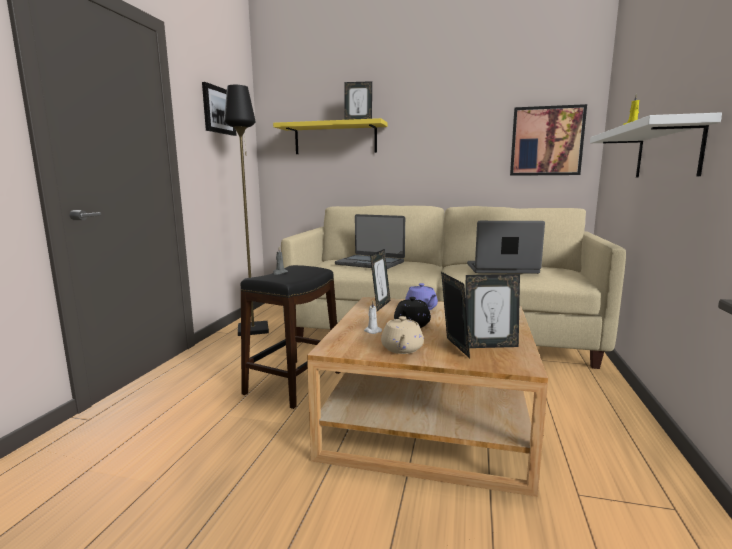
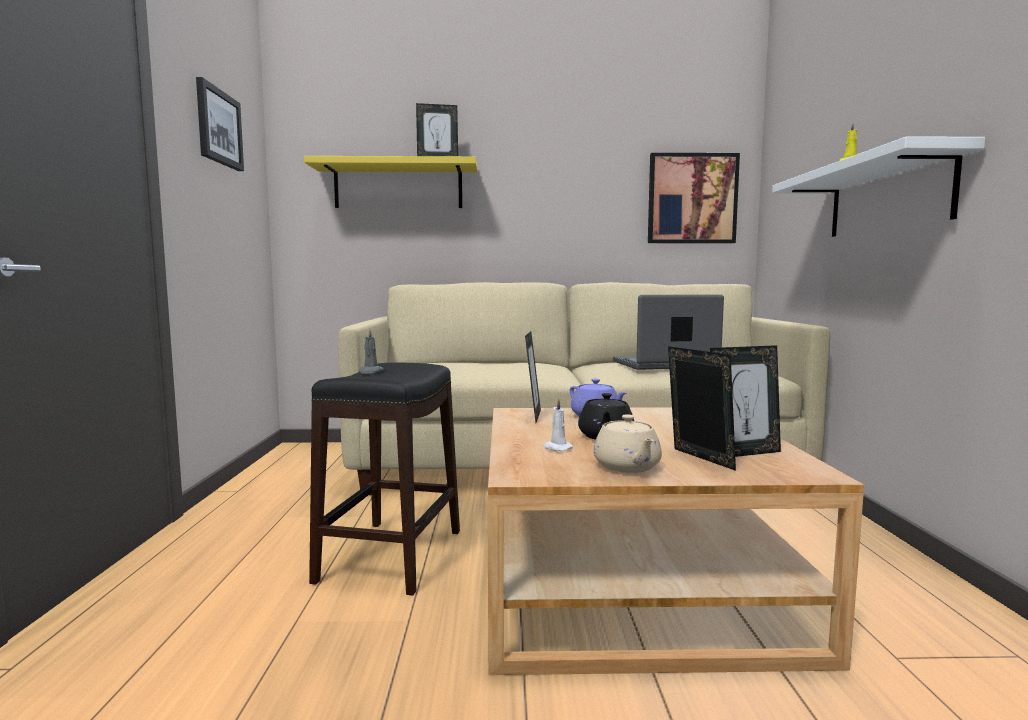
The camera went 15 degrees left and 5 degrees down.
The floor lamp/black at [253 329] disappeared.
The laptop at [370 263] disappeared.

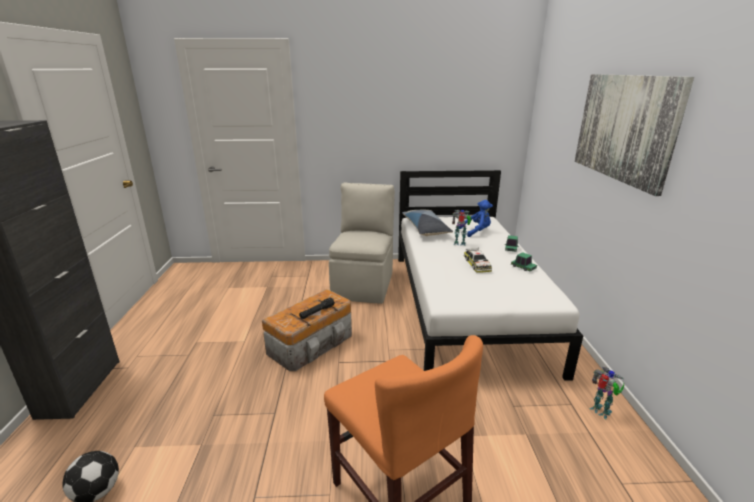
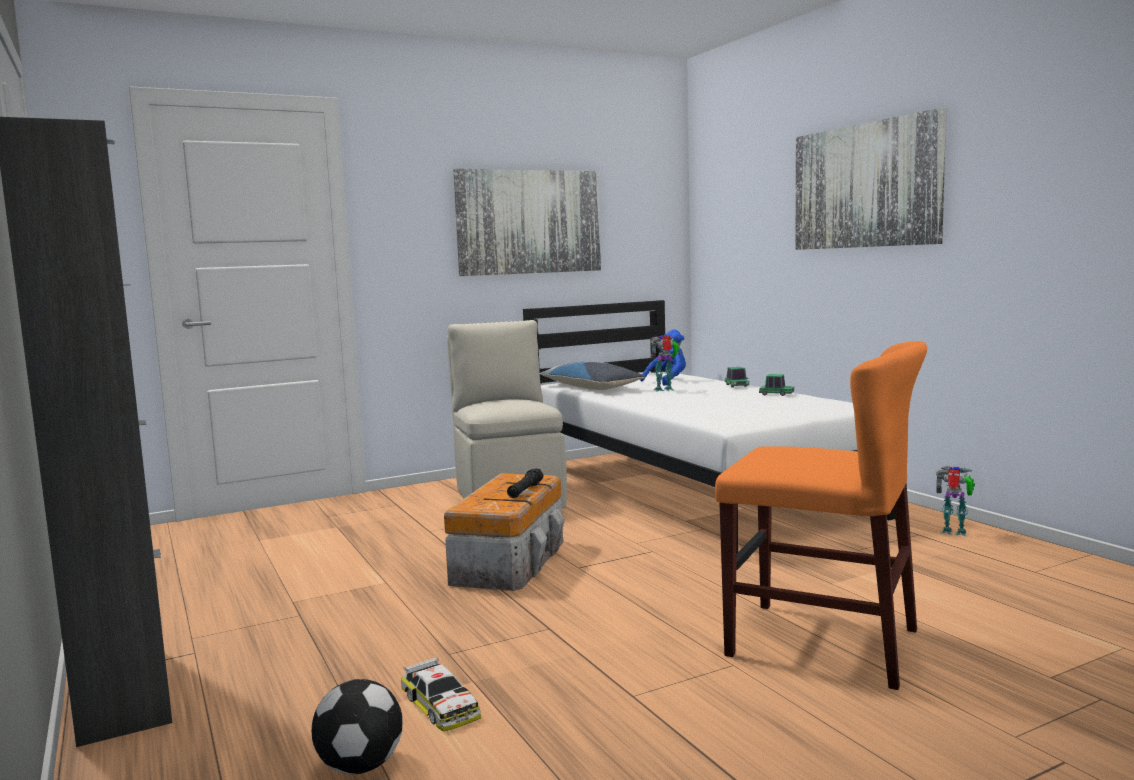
The camera went 25 degrees left and 15 degrees down.
The toy car moved from [477 264] to [441 706].
The picture at [529 222] appeared.

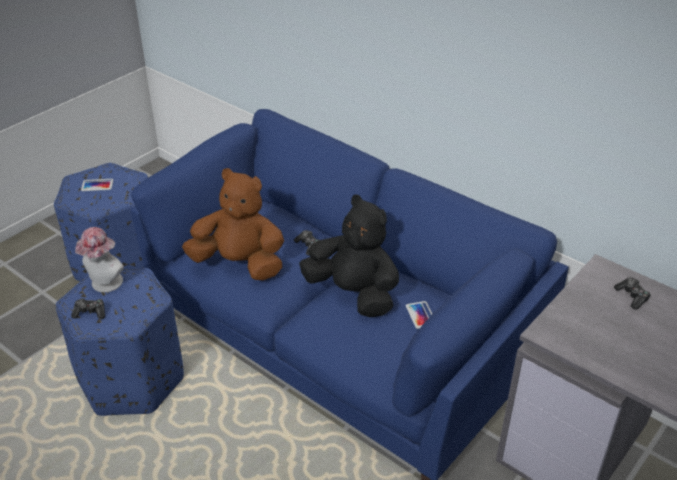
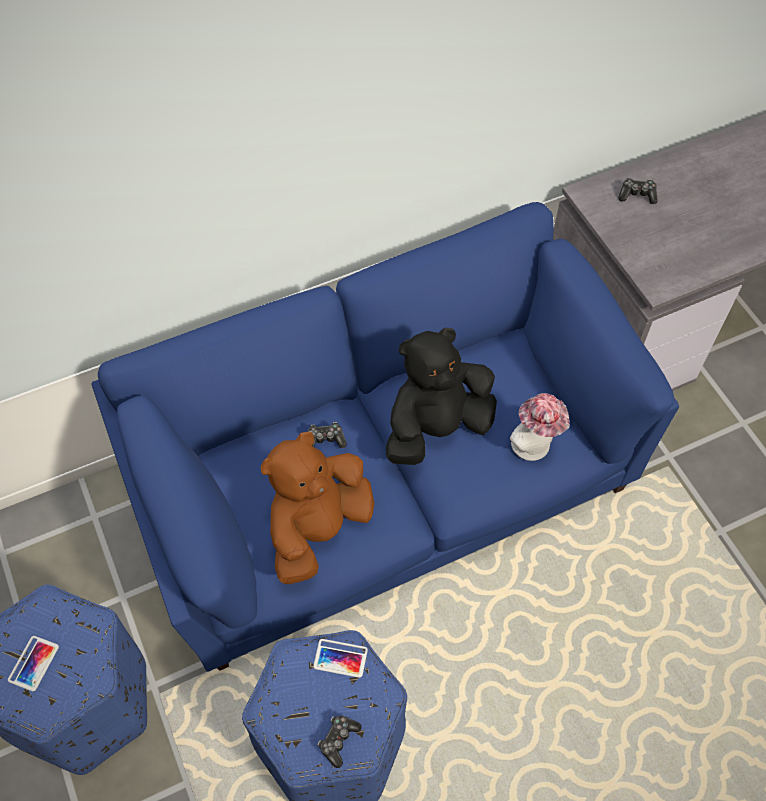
The camera went 65 degrees left and 20 degrees up.
The hat moved from [104 285] to [534 447].
The phone moved from [421 315] to [340 658].

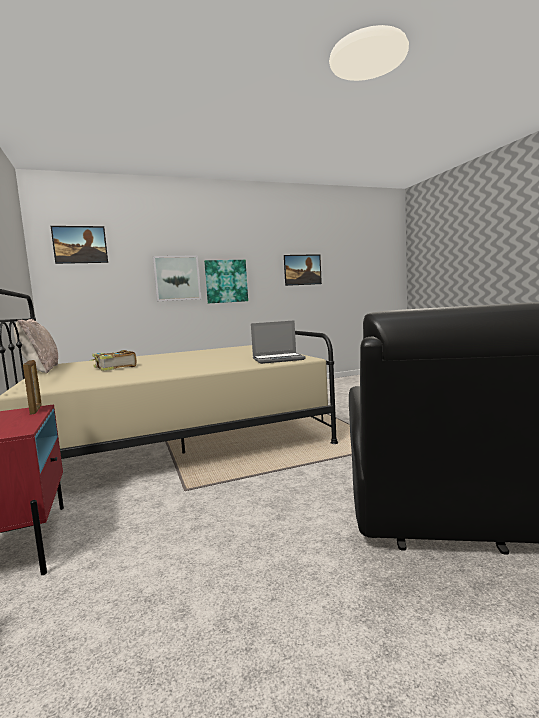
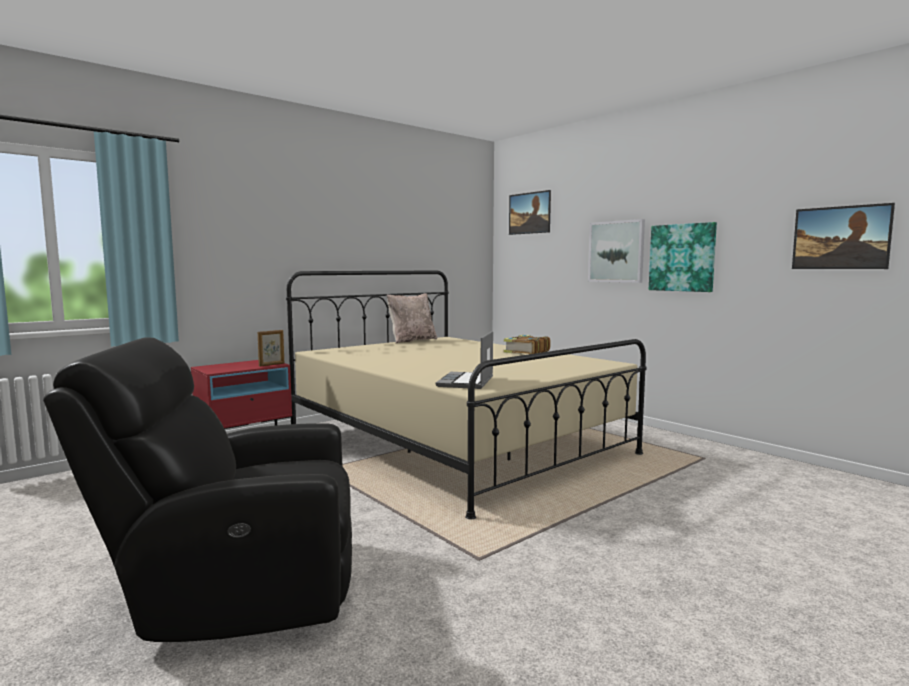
The camera went 70 degrees right and 0 degrees up.
The book moved from [114 367] to [526 352].
The laptop at [278 359] turned 45 degrees clockwise.

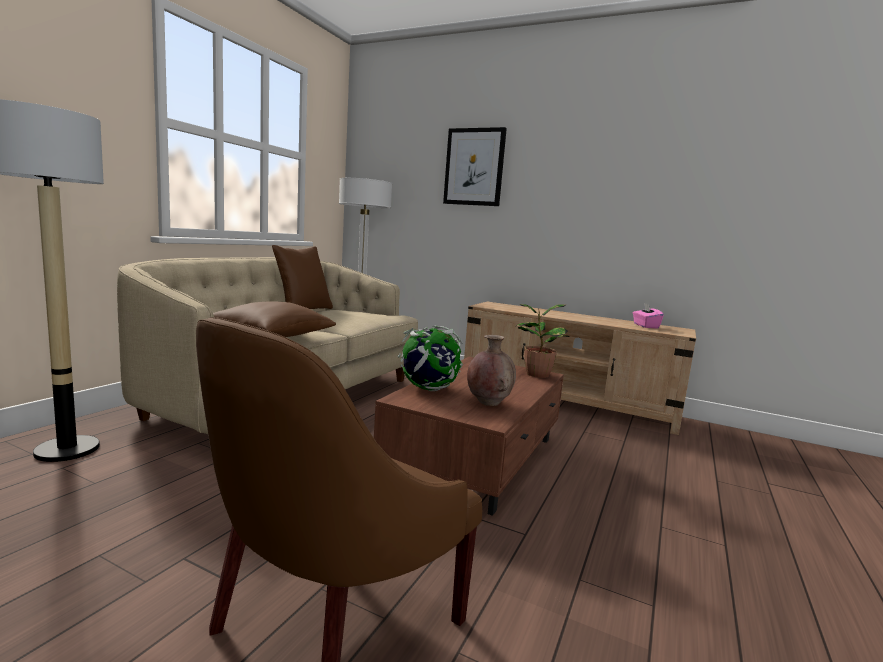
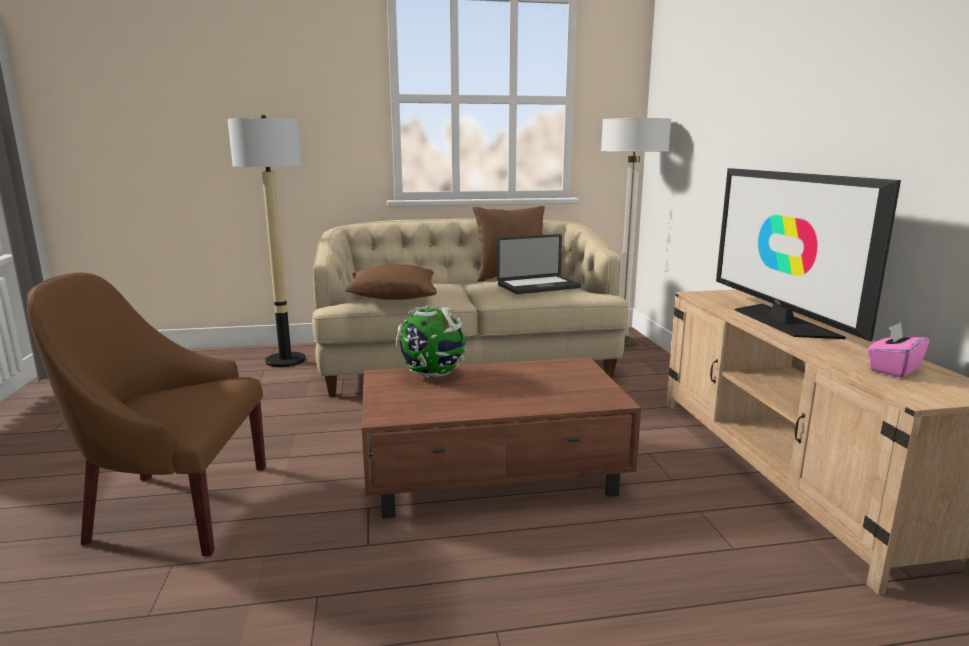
The camera went 55 degrees right and 5 degrees up.
The picture at [474 167] disappeared.
The vase/brown at [488 403] disappeared.
The potted plant at [535 374] disappeared.
The laptop at [538 286] appeared.
The television at [781 321] appeared.

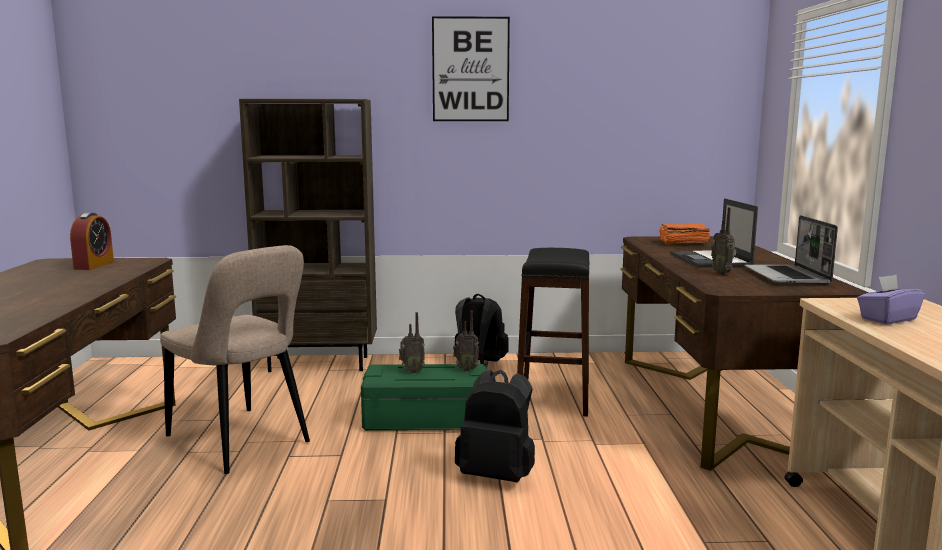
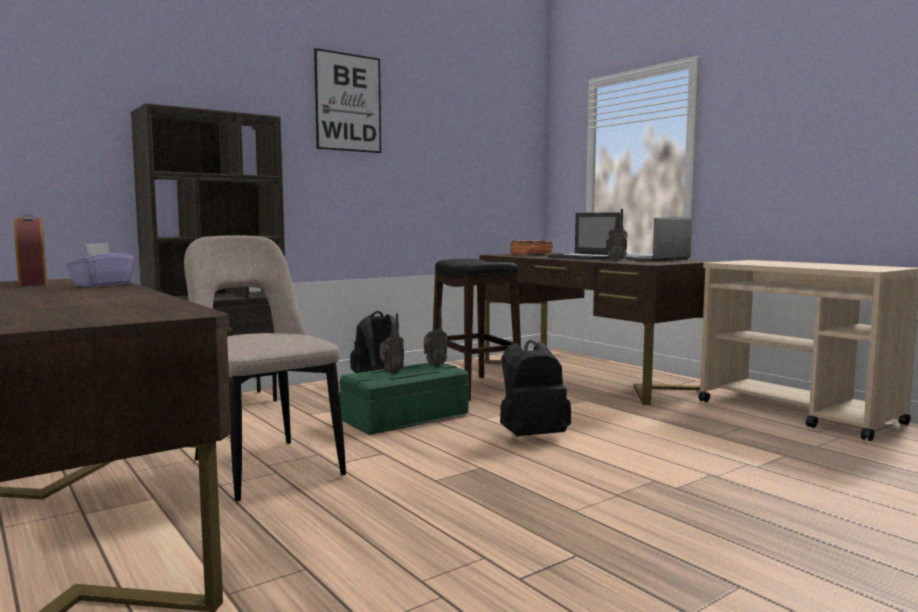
The camera went 35 degrees left and 5 degrees down.
The chair/beige at [242 442] turned 135 degrees counterclockwise.
The laptop at [787 276] turned 90 degrees clockwise.
The tissue box/purple moved from [887 319] to [102 285].

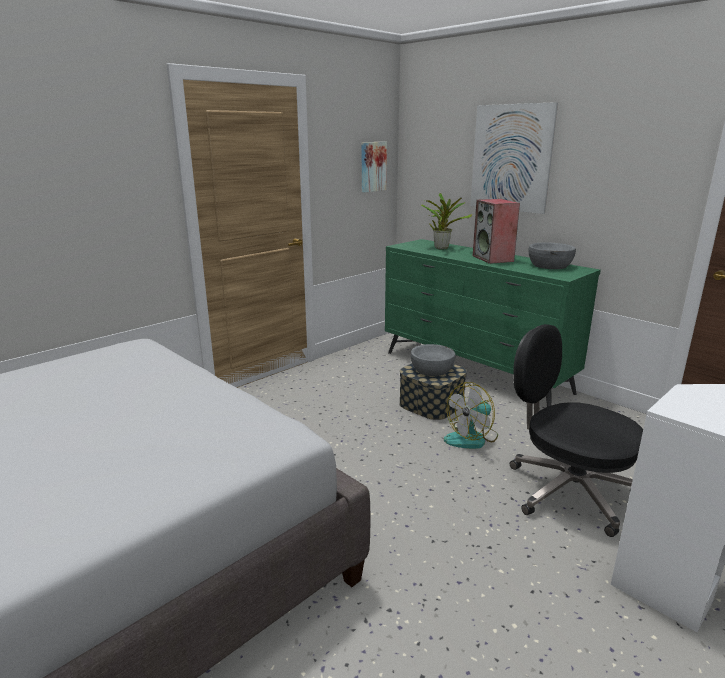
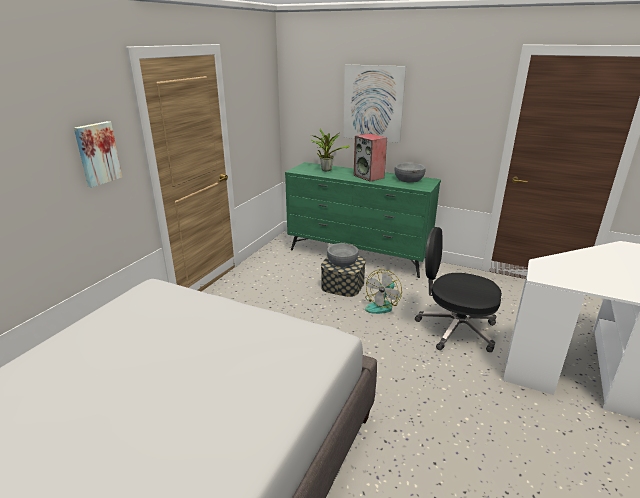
The camera went 20 degrees left and 5 degrees up.
The picture moved from [372 166] to [97 153].

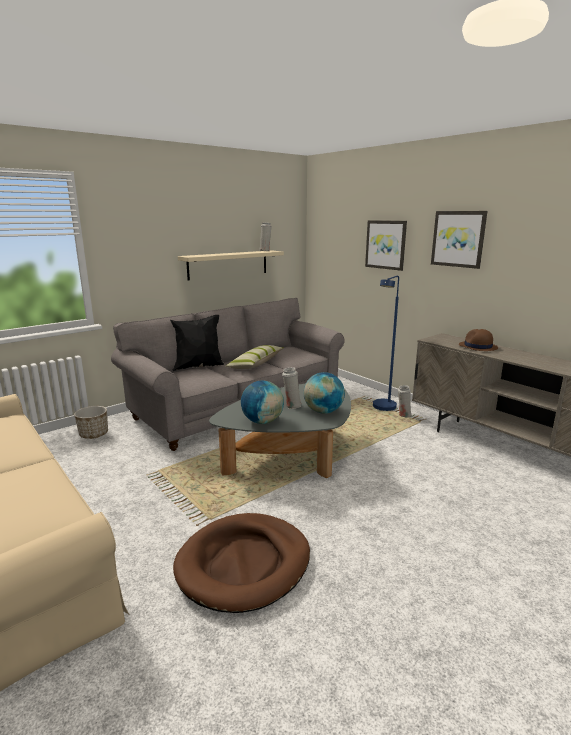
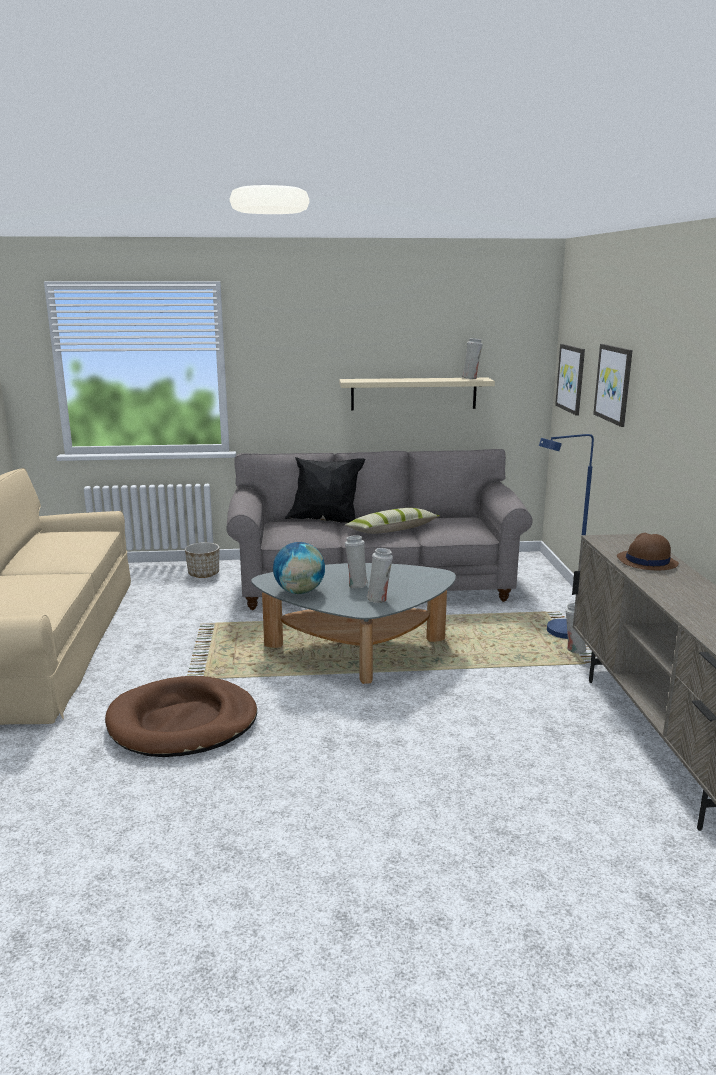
The camera went 35 degrees right and 0 degrees up.
The globe at [323 411] was replaced by the vase/white at [379 599].
The picture moved from [458 239] to [571 378].

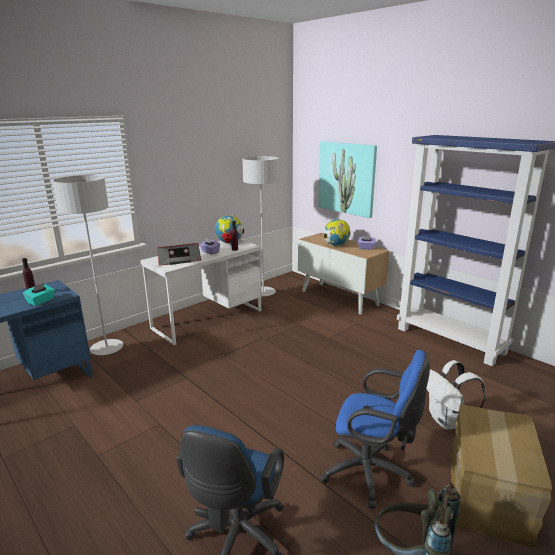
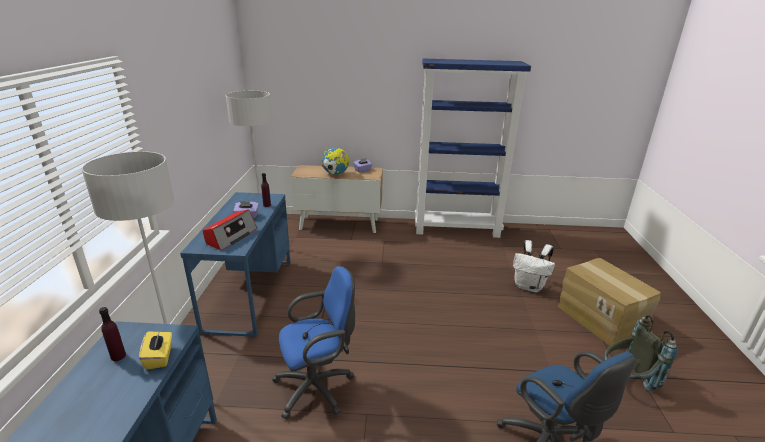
The camera went 45 degrees left and 5 degrees up.
The tissue box/turquoise at [41 301] became the tissue box/yellow at [159 357].
The desk/white at [208 319] became the desk/blue at [250 293].
The globe at [229 243] disappeared.
The picture at [347 178] disappeared.
The office chair/blue moved from [371 474] to [318 387].

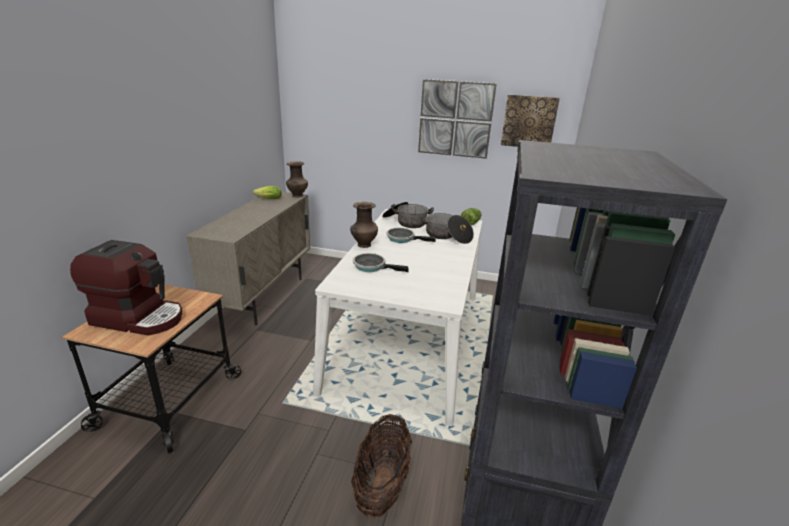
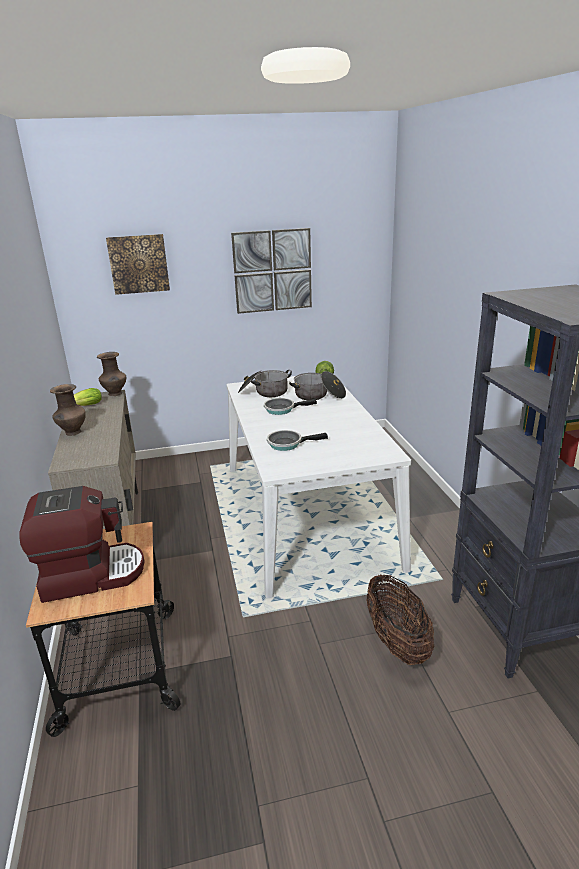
The camera went 25 degrees left and 0 degrees up.
The vase/brown moved from [363 245] to [72 433].
The picture moved from [528 121] to [138 264].

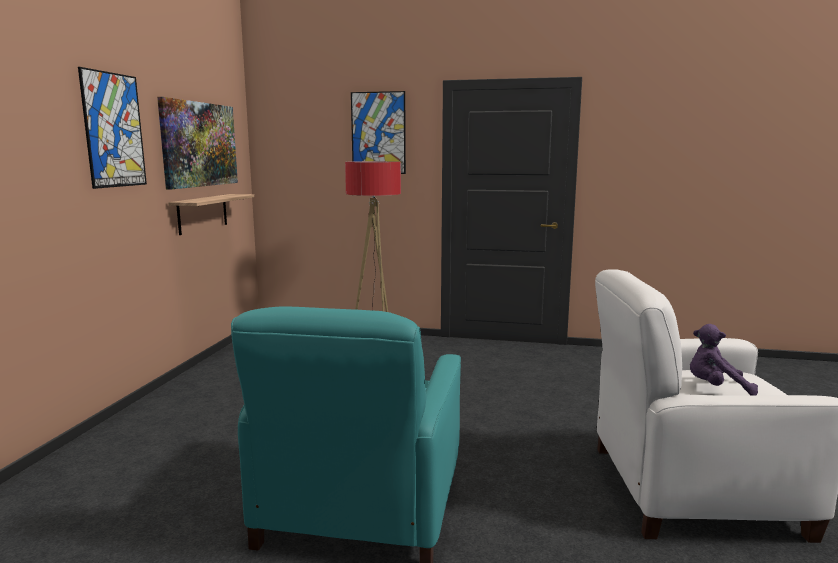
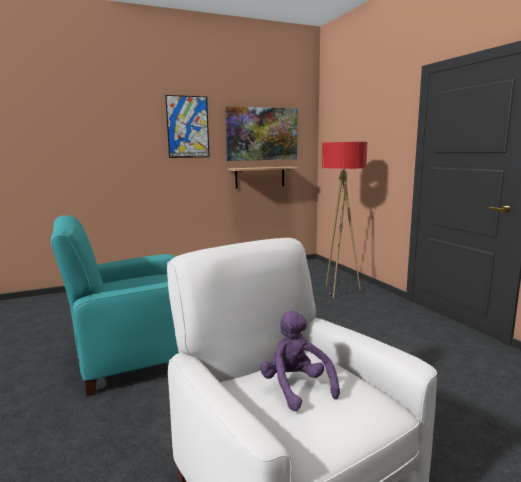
The camera went 55 degrees right and 0 degrees up.
The picture at [378 133] disappeared.

